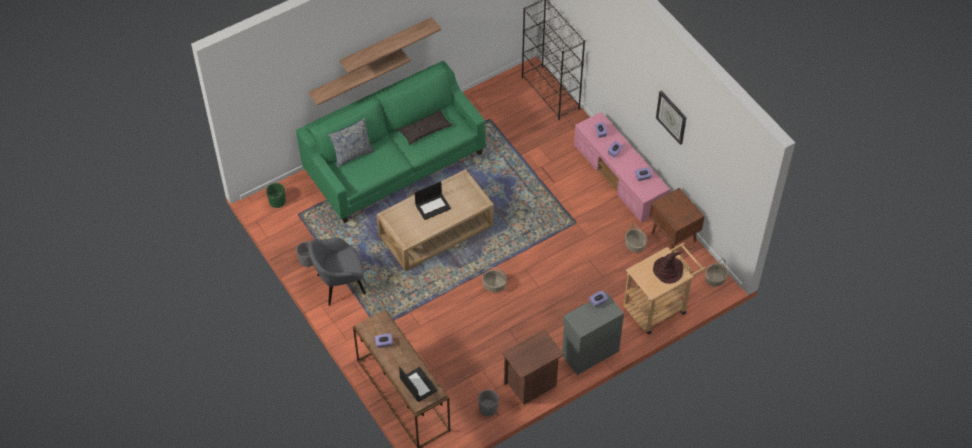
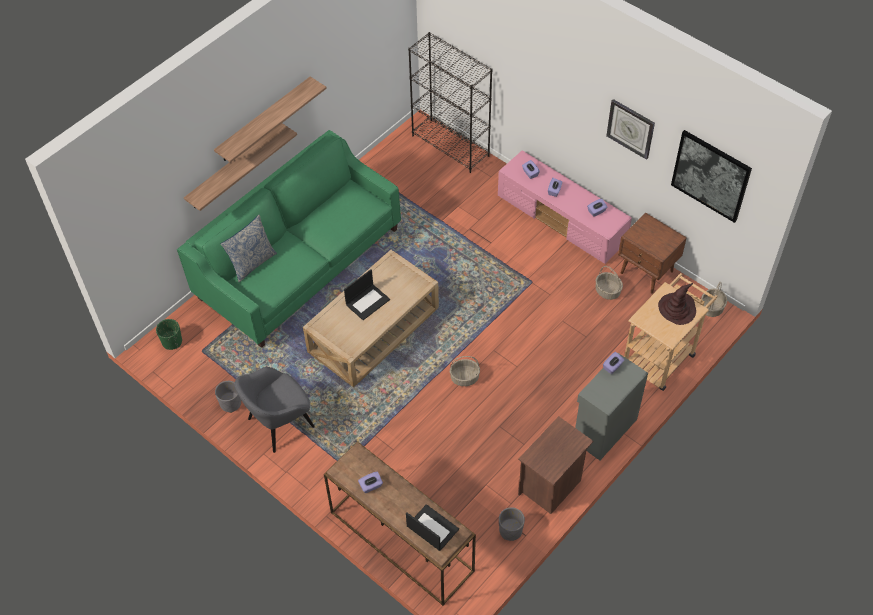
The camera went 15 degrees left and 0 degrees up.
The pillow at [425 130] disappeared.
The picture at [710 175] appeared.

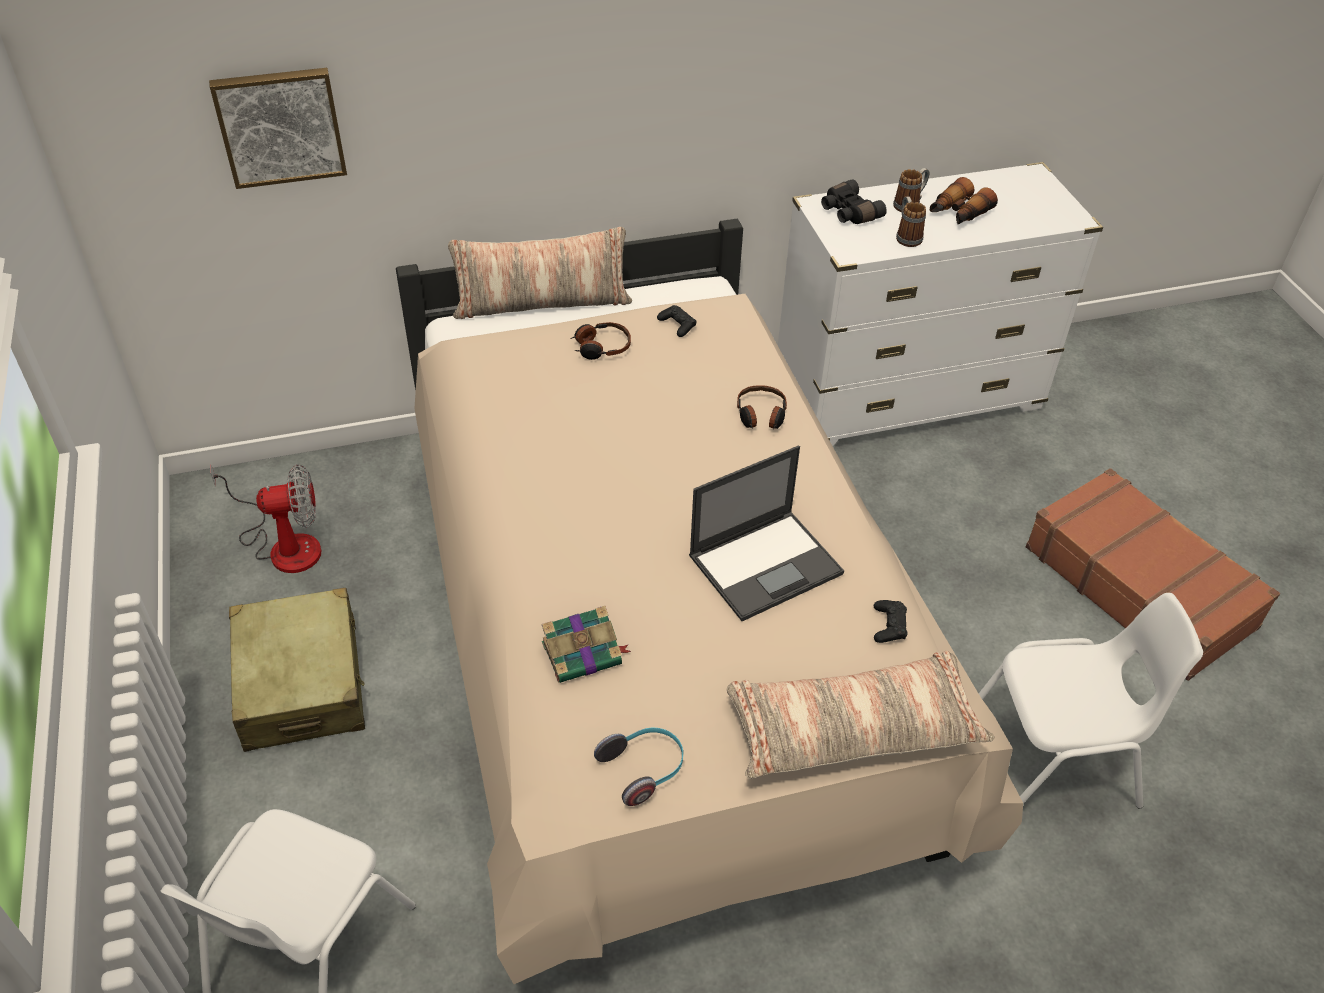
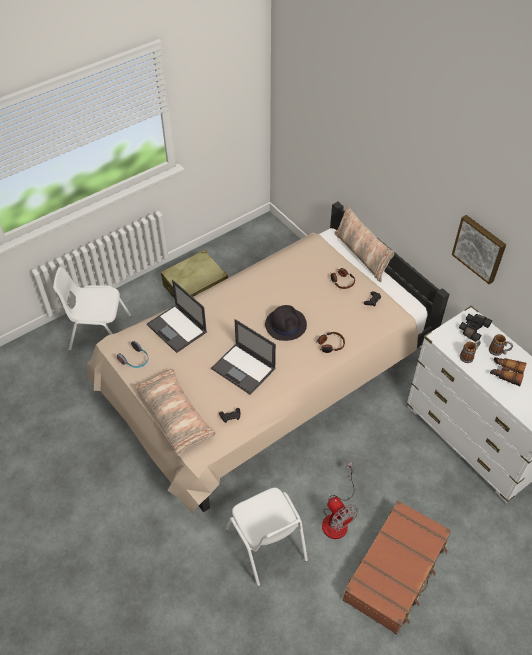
The camera went 70 degrees right and 5 degrees up.
The picture moved from [280 126] to [480 248].
The fan moved from [284 545] to [337 517].
The book at [584 653] was replaced by the laptop at [177 329].
The hat/black at [286 324] appeared.

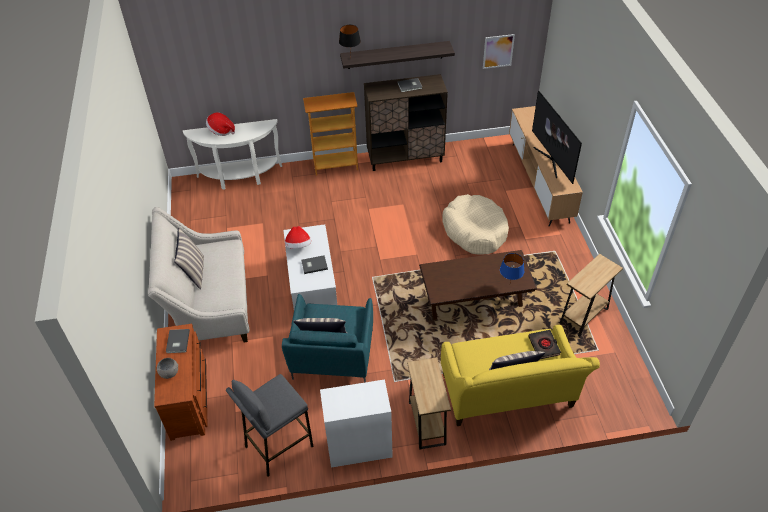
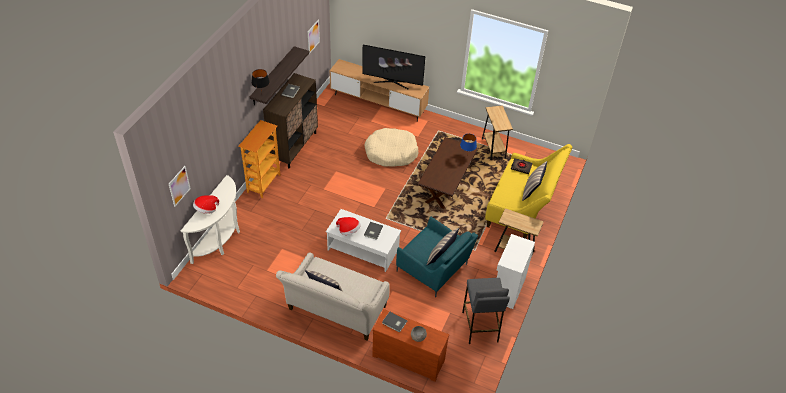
The camera went 60 degrees left and 0 degrees up.
The picture at [179 186] appeared.

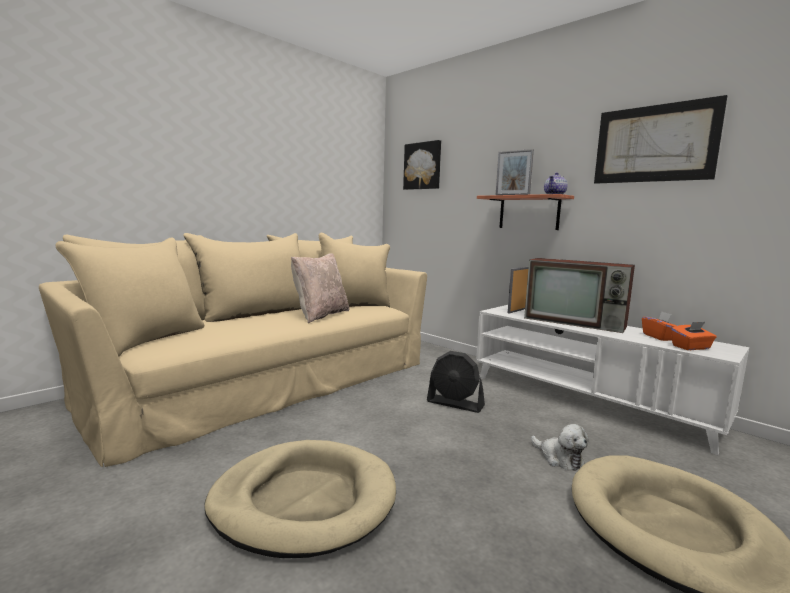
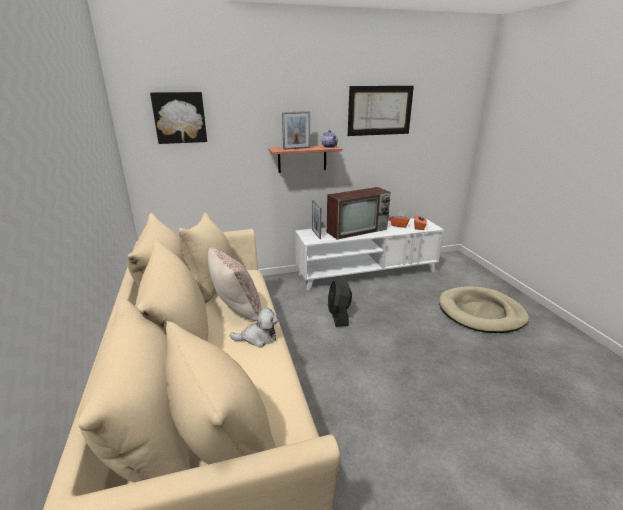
The camera went 60 degrees left and 15 degrees up.
The dog bed/beige at [304 500] disappeared.
The fan/black at [455 404] turned 120 degrees clockwise.
The plush toy moved from [559 458] to [258 338].

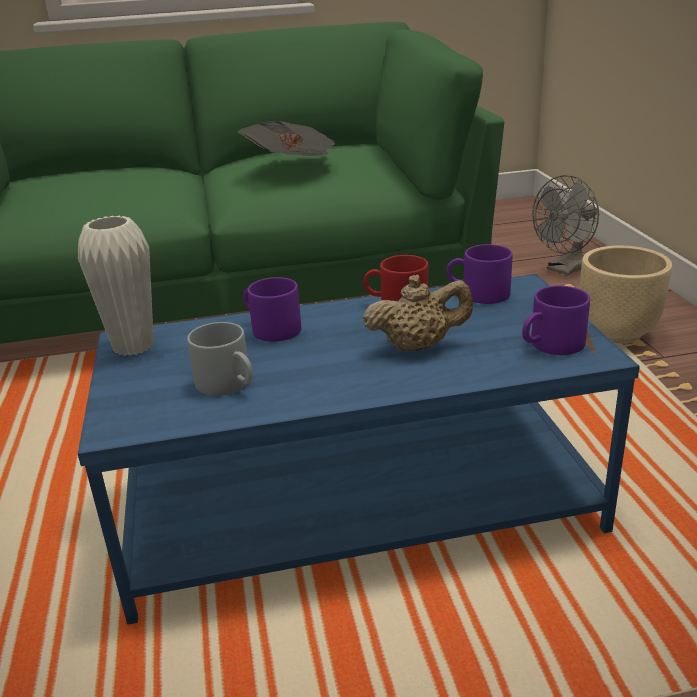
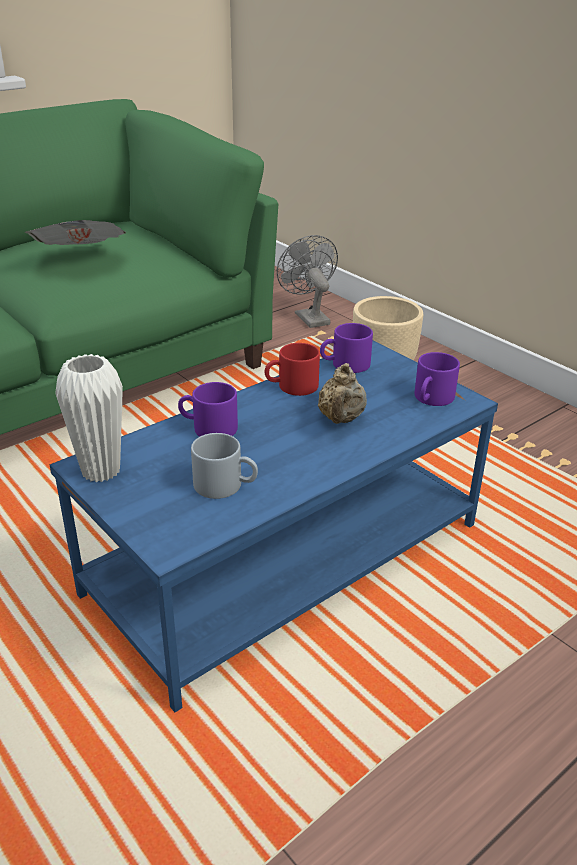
The camera went 30 degrees left and 5 degrees up.
The teapot/beige at [418 346] turned 135 degrees clockwise.
The fan/grey at [565 269] turned 135 degrees clockwise.

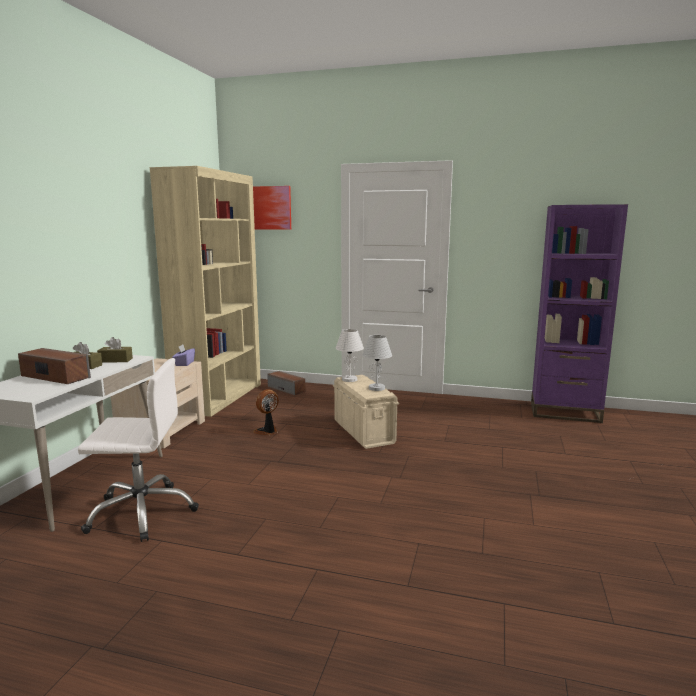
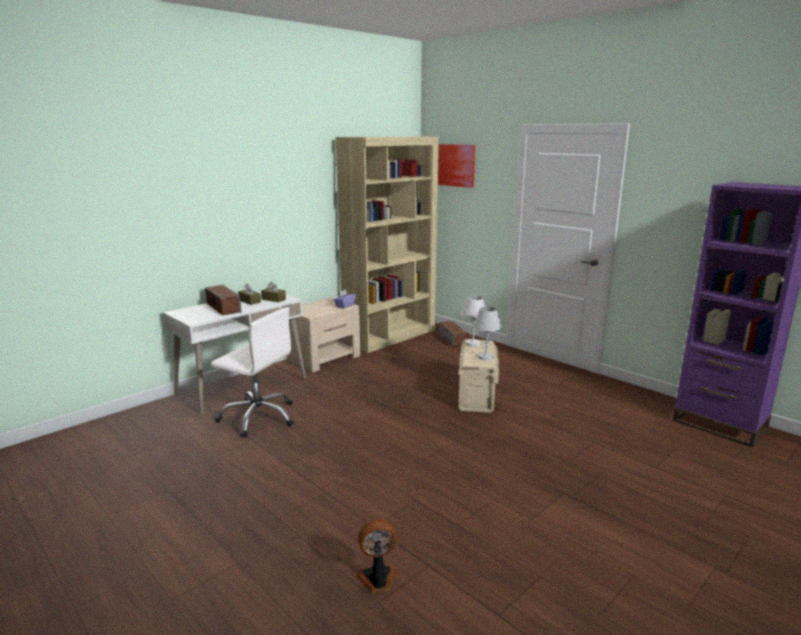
The camera went 30 degrees right and 5 degrees up.
The fan moved from [267 432] to [377 580].

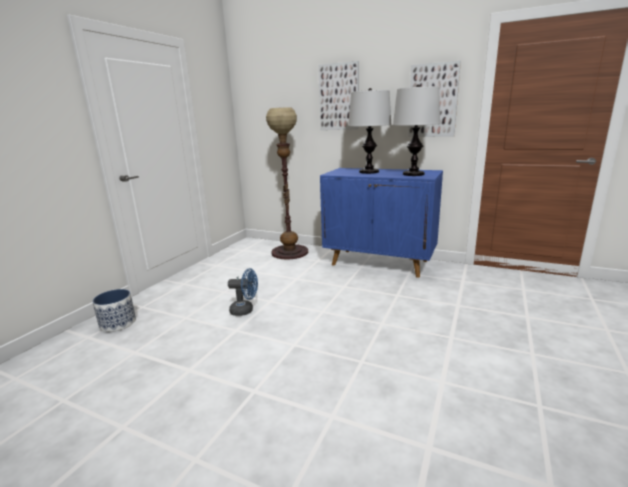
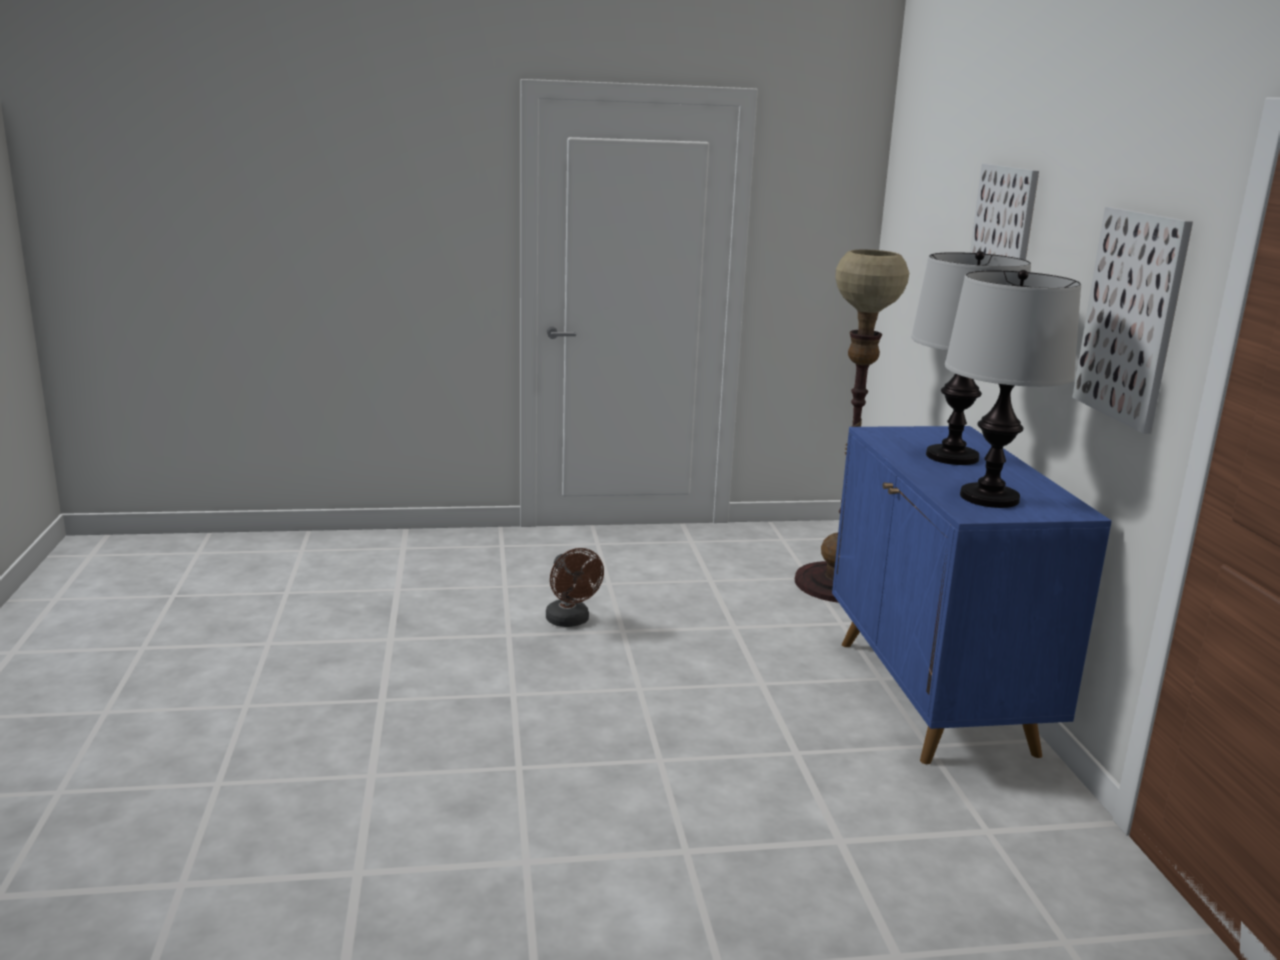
The camera went 55 degrees right and 0 degrees up.
The planter at [118 323] disappeared.
The fan/blue at [245 310] became the fan/brown at [570 621].

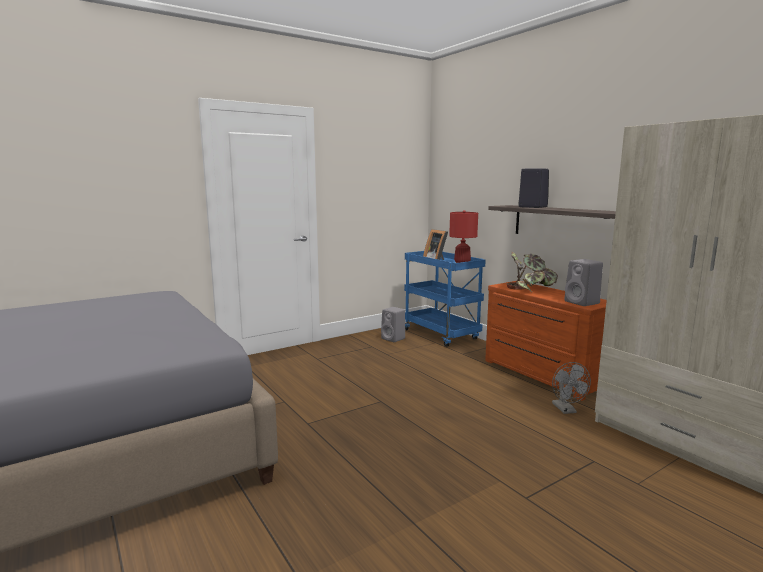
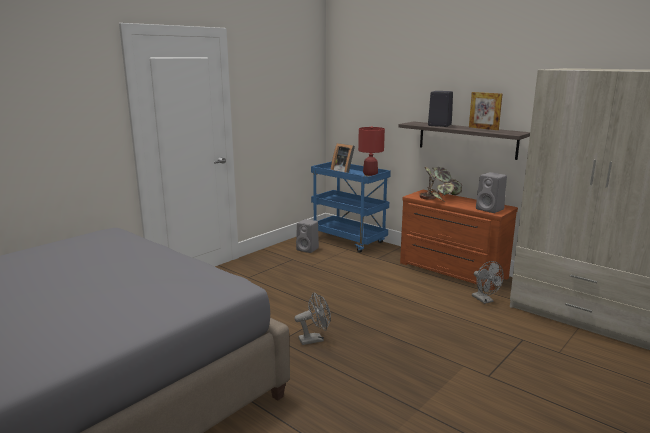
The camera went 15 degrees left and 5 degrees up.
The fan/grey at [315 339] appeared.
The picture frame at [483 128] appeared.

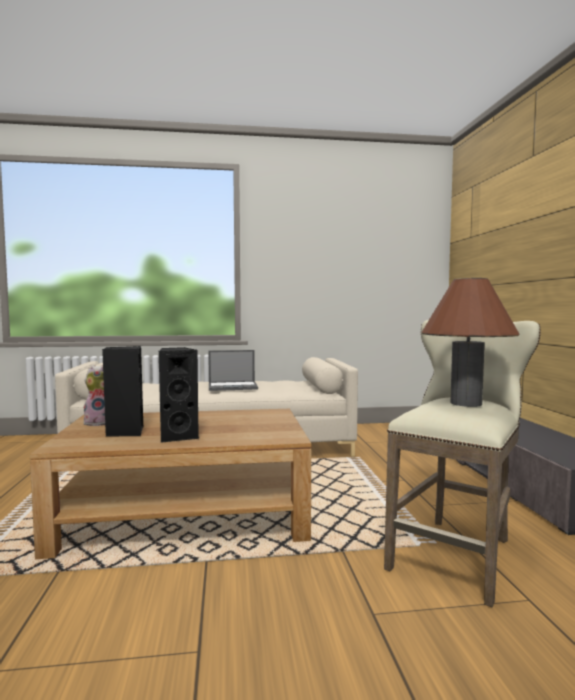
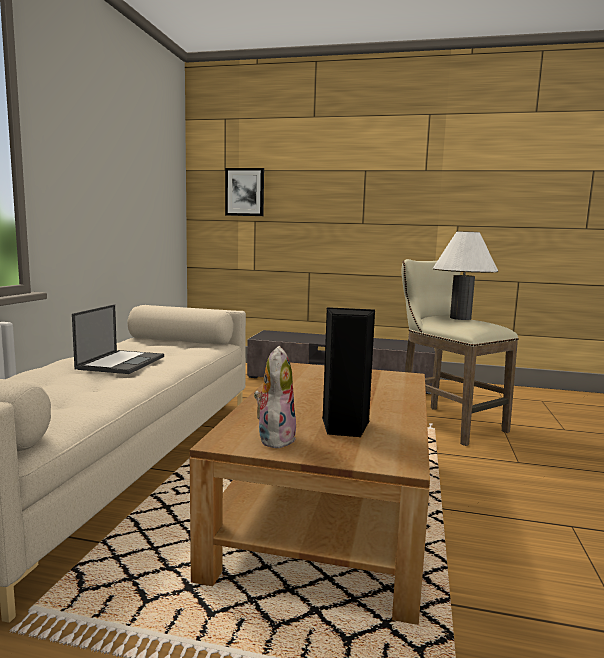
The camera went 70 degrees left and 5 degrees up.
The speaker/black at [178 436] disappeared.
The table lamp/brown at [466 403] became the table lamp/white at [460 318].
The picture at [244 192] appeared.

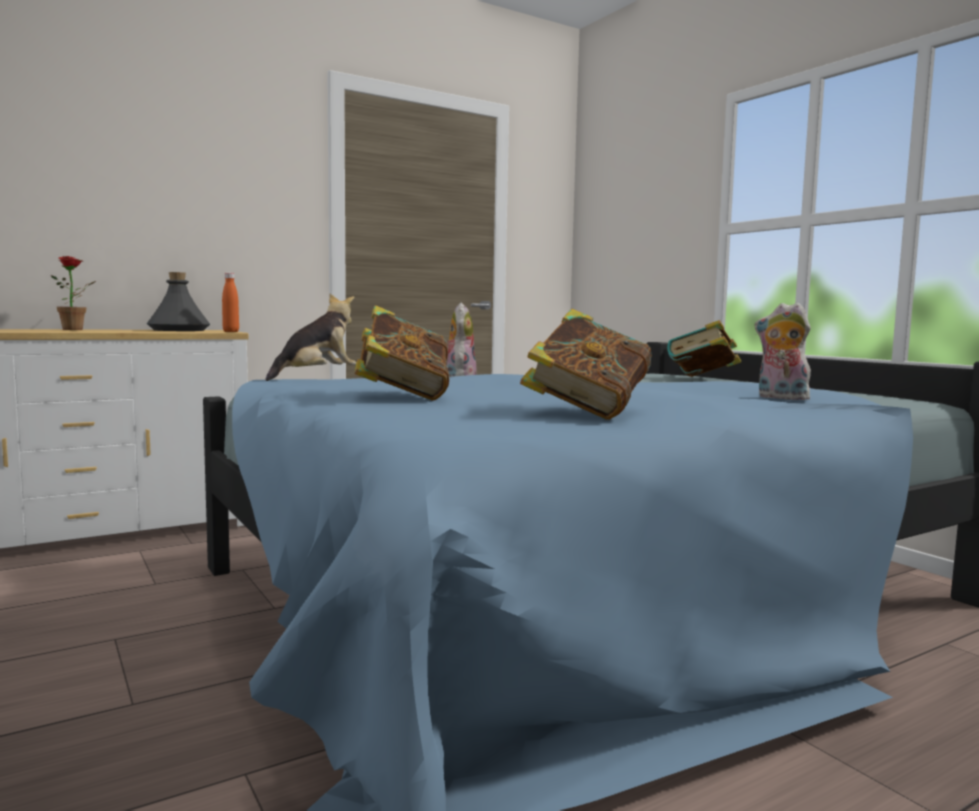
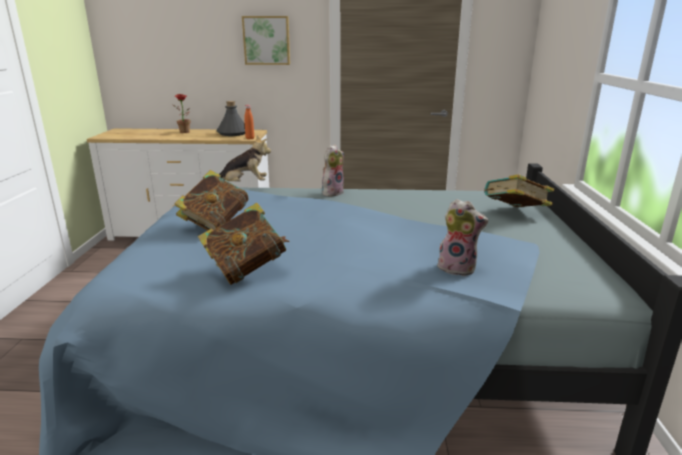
The camera went 35 degrees right and 15 degrees up.
The plush toy at [780 398] turned 135 degrees clockwise.
The picture at [267 40] appeared.

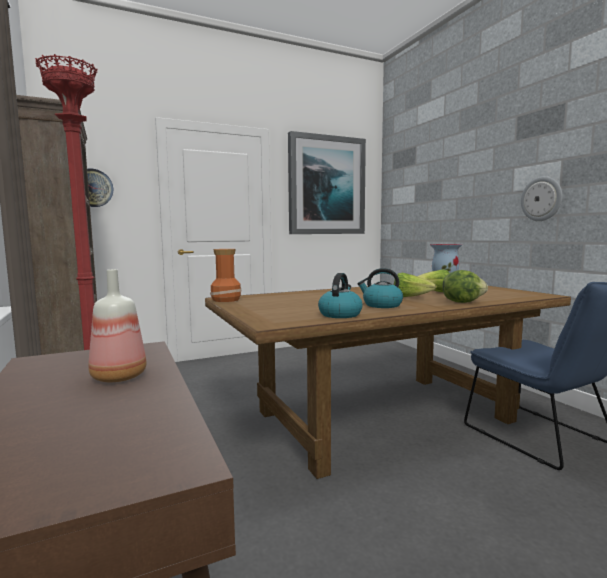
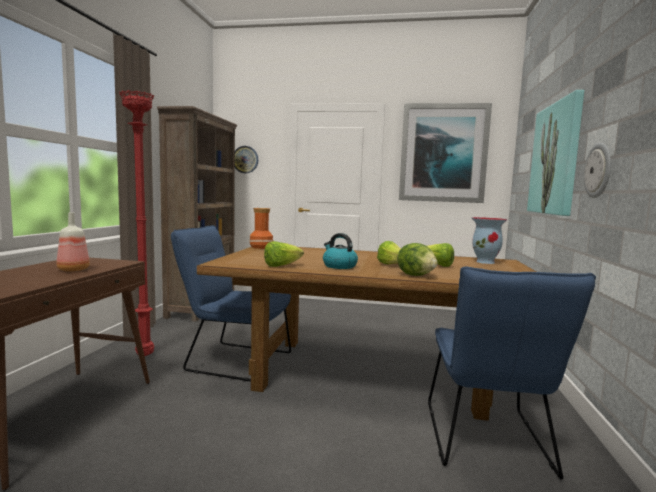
The camera went 35 degrees right and 0 degrees up.
The kettle at [340 314] was replaced by the lettuce at [281 266].
The chair/blue at [233 360] appeared.
The picture at [555 159] appeared.

